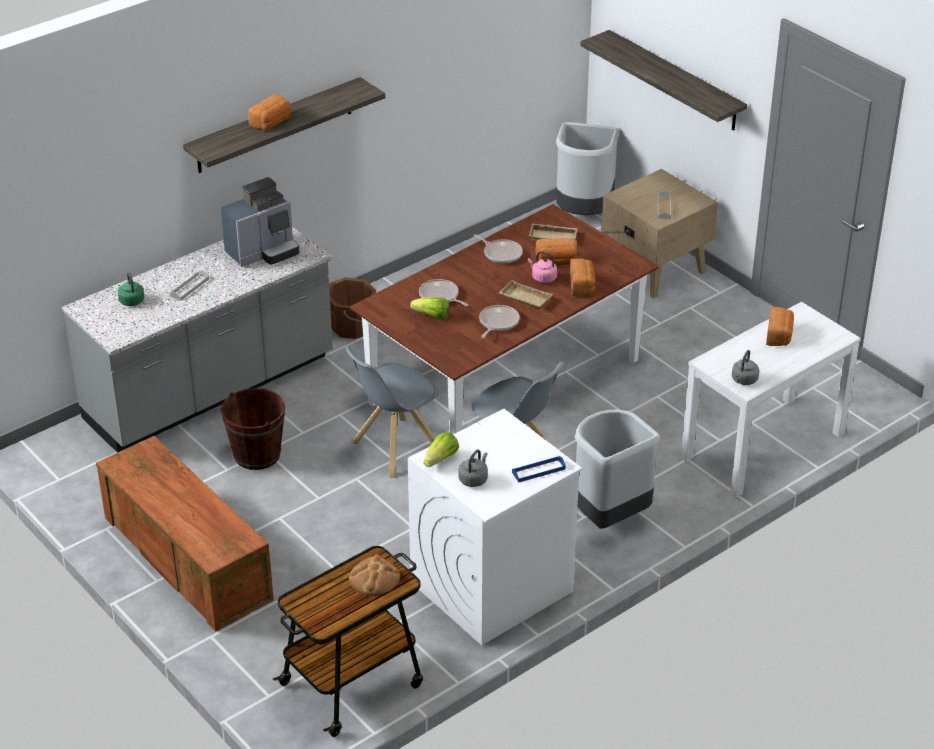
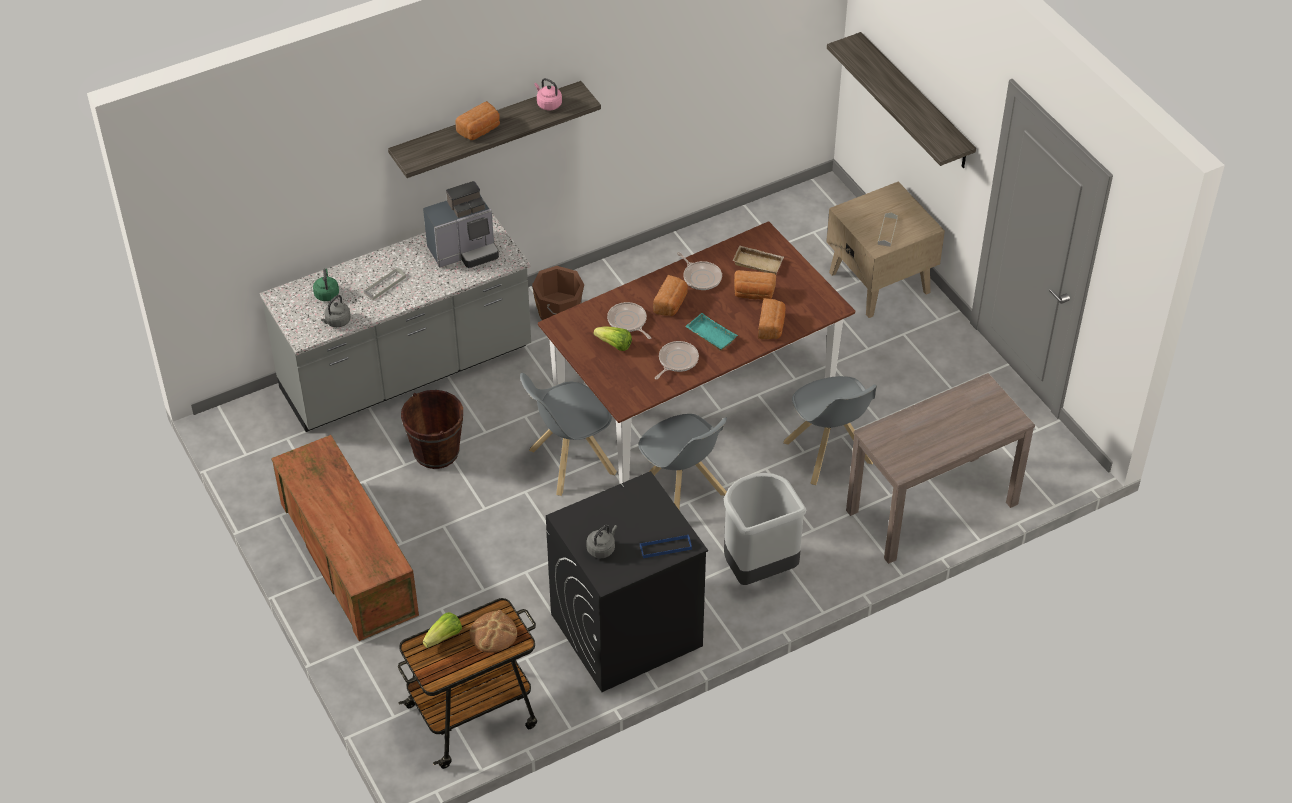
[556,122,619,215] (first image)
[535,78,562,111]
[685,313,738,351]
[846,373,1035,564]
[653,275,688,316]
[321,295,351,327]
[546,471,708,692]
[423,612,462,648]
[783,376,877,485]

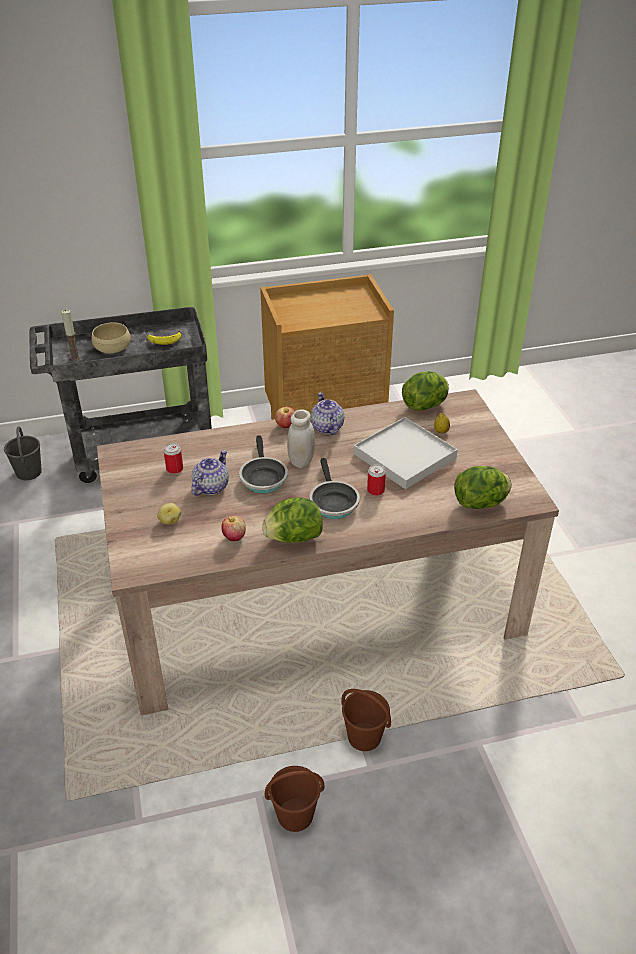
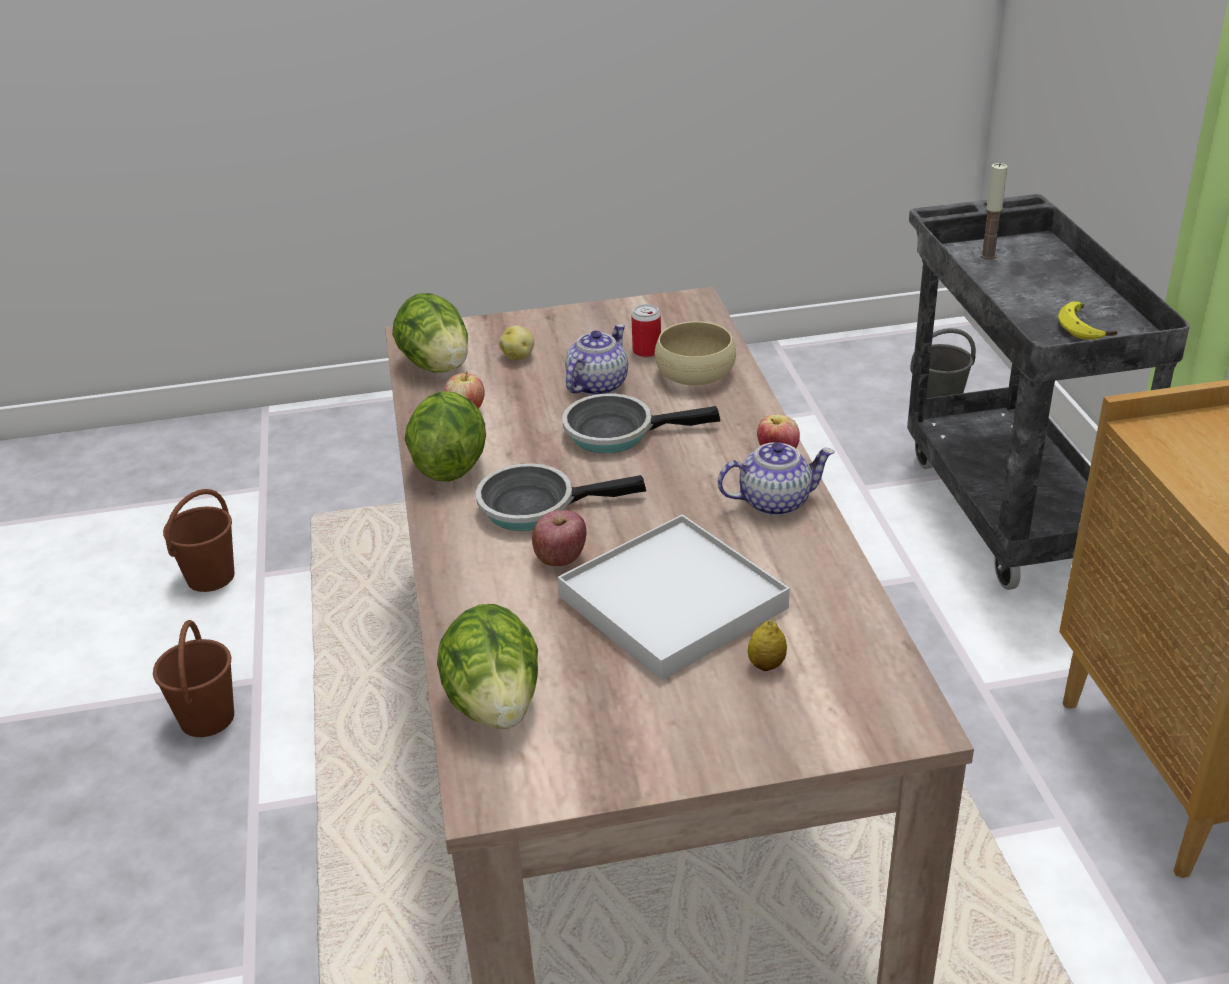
[655,321,736,386]
[392,293,468,373]
[287,409,315,468] (first image)
[565,324,628,396]
[532,510,586,566]
[163,489,235,592]

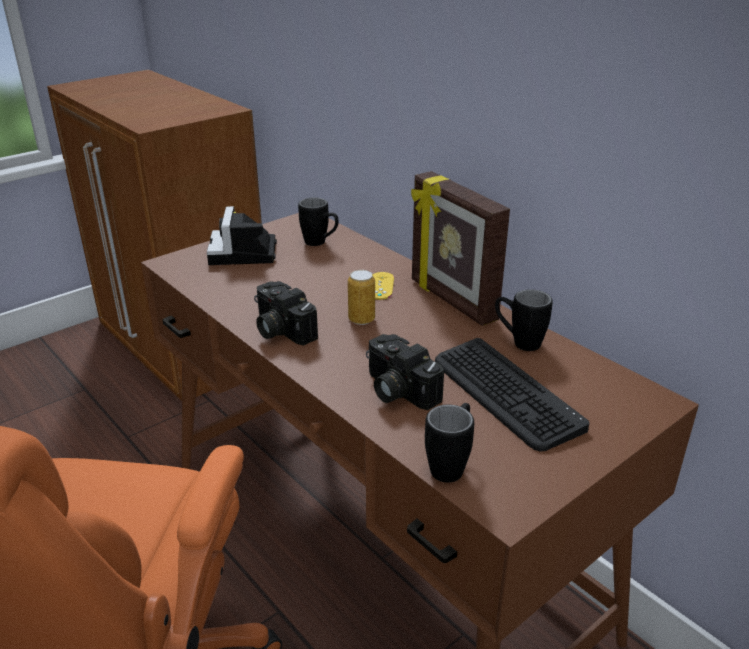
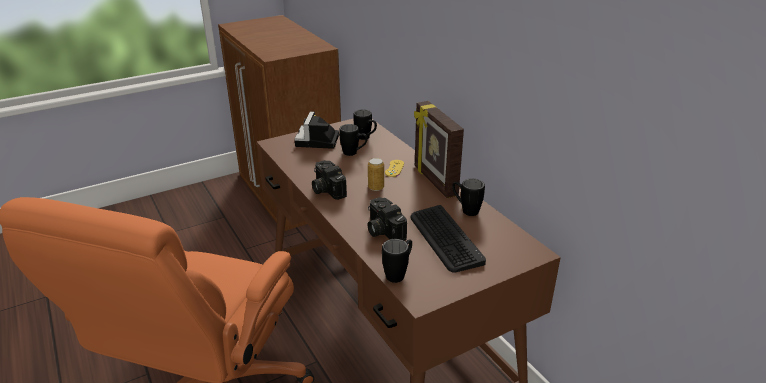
[339,124,368,156]

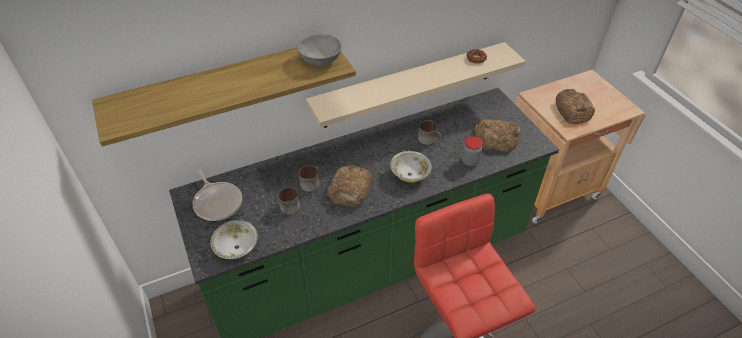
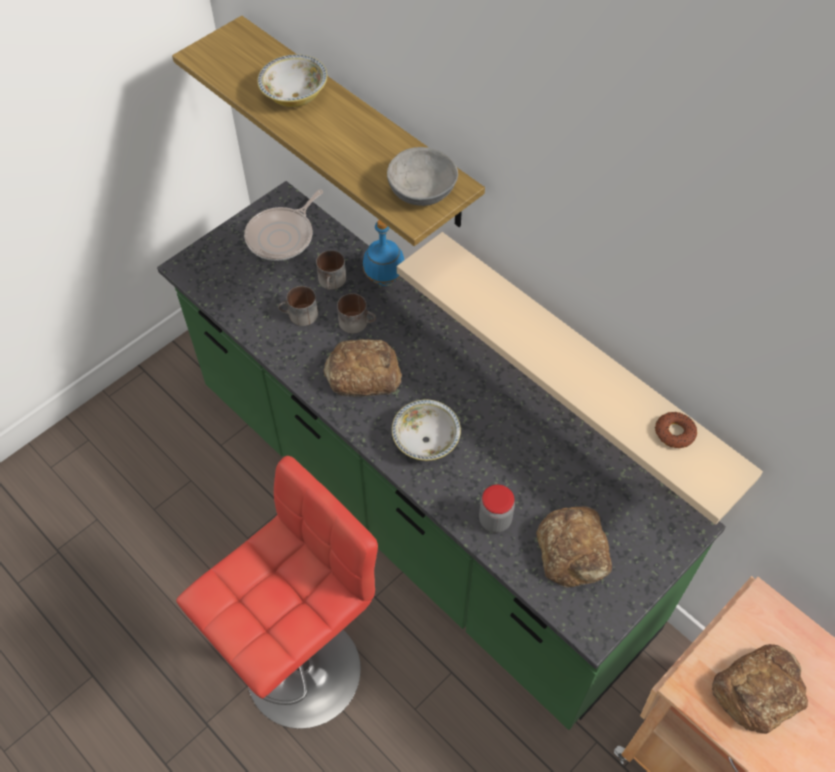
[316,250,346,290]
[257,54,327,107]
[363,220,404,286]

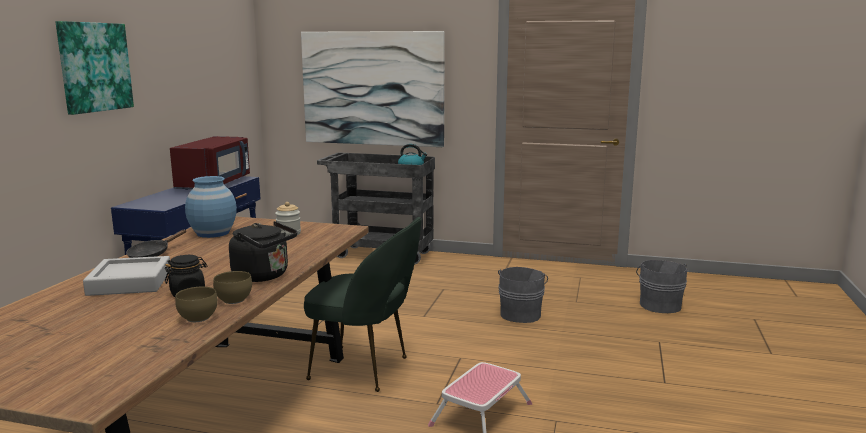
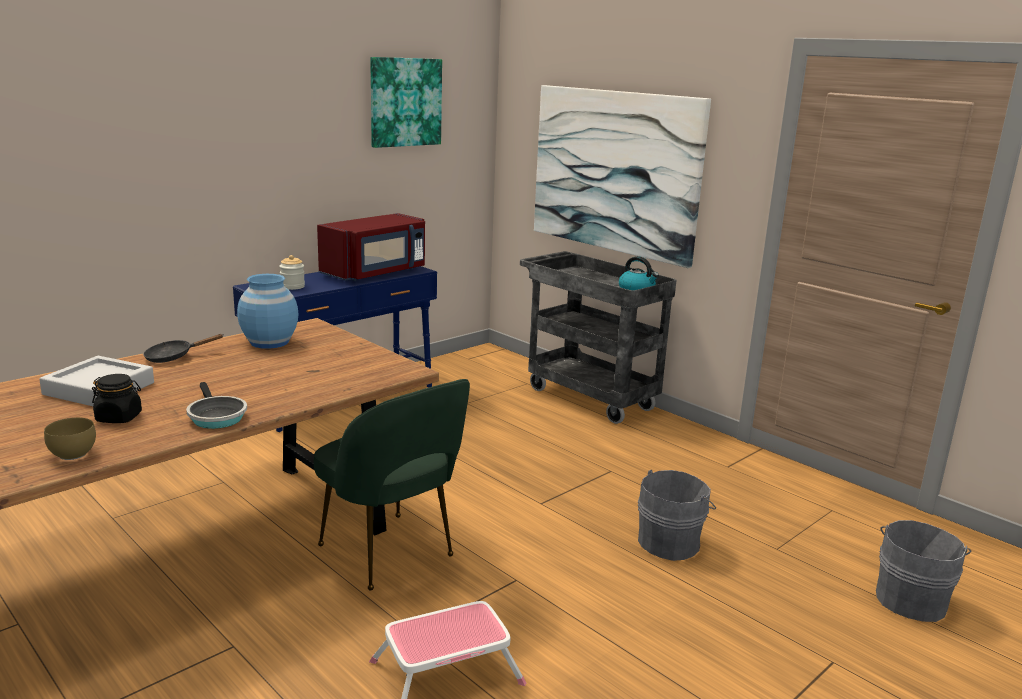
[370,57,442,148]
[279,255,305,290]
[186,382,247,429]
[213,271,252,304] (first image)

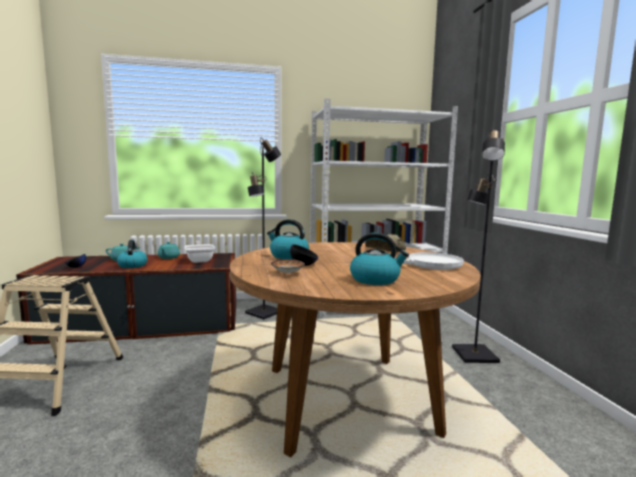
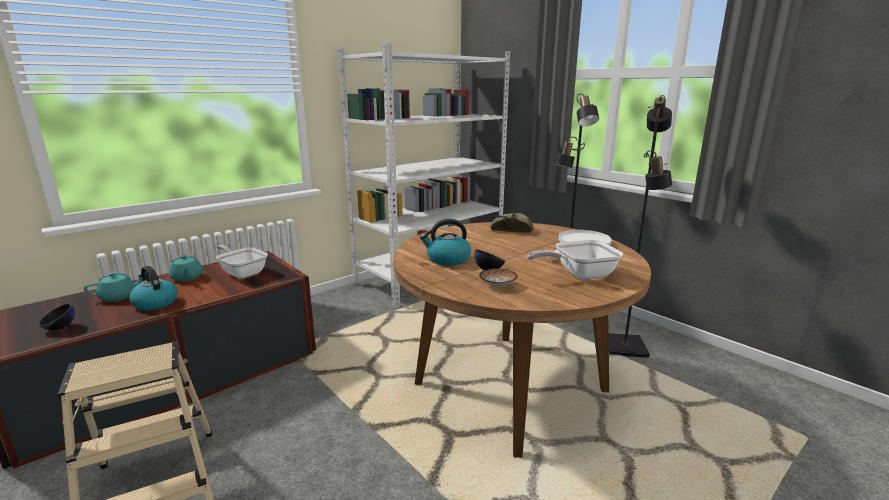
[609,95,672,358]
[527,240,623,280]

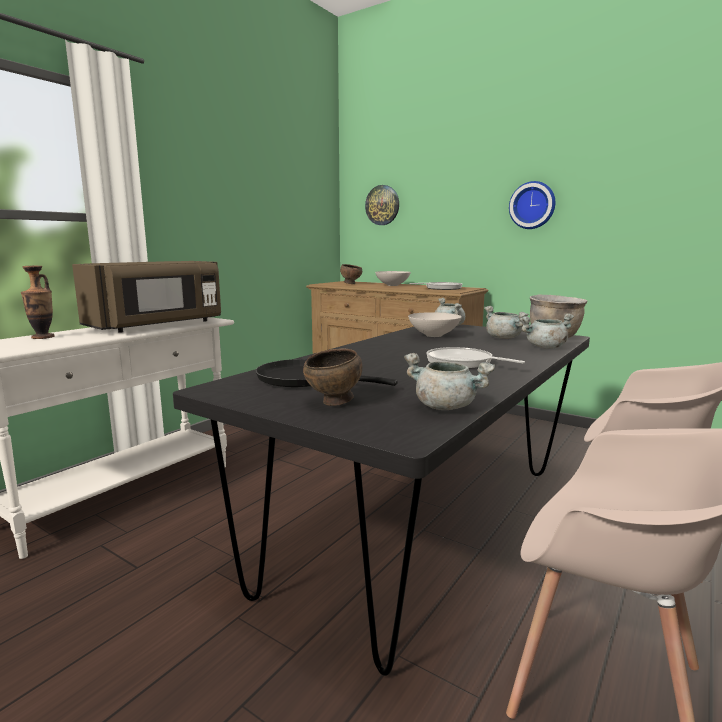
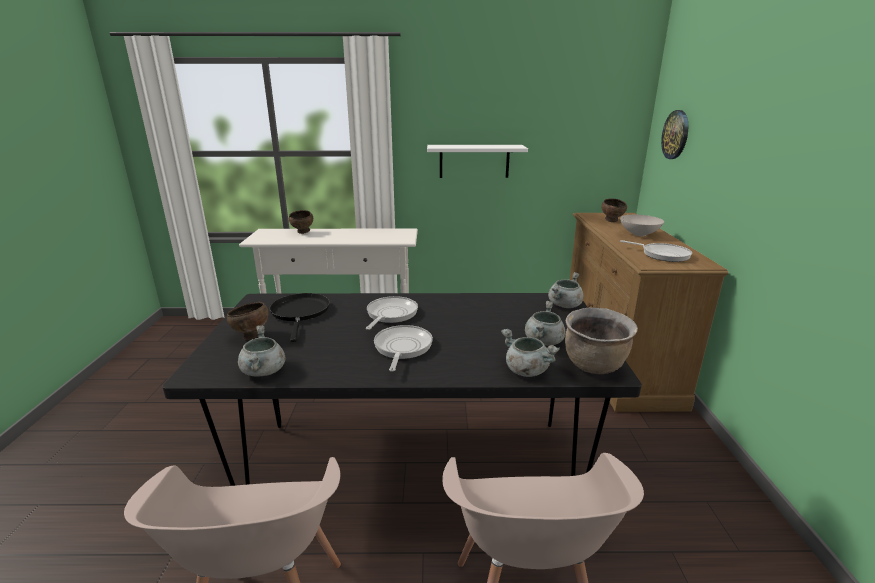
[509,181,555,229] (first image)
[72,261,221,333] (first image)
[289,210,313,234]
[408,312,462,337] (first image)
[427,145,528,178]
[366,296,418,330]

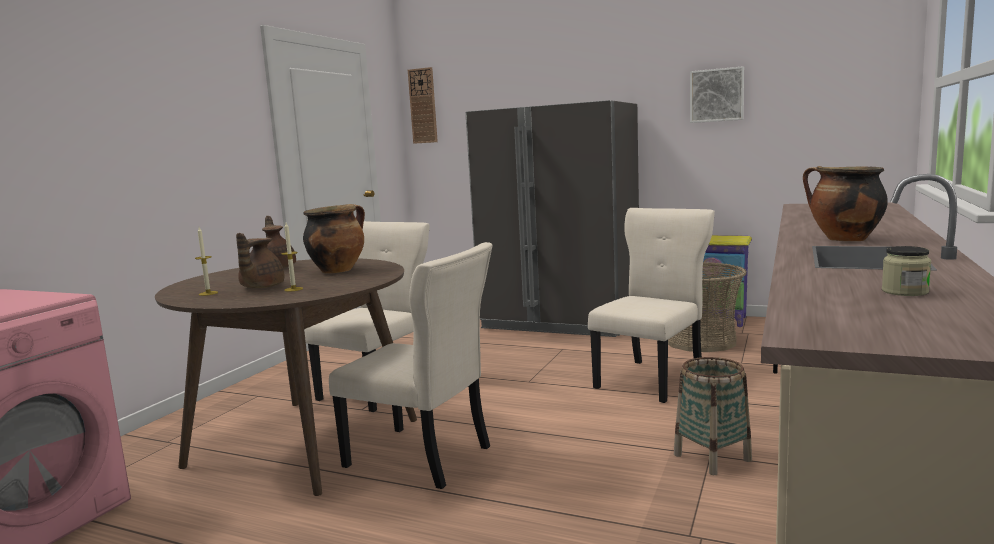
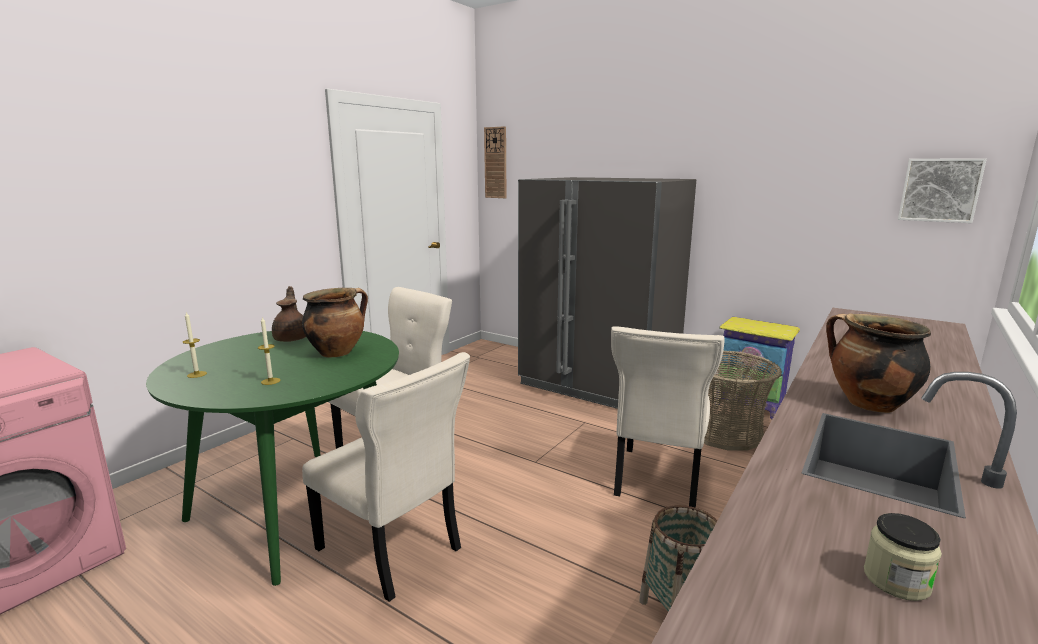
[898,158,987,223]
[611,326,724,508]
[236,233,285,288] (first image)
[146,331,399,586]

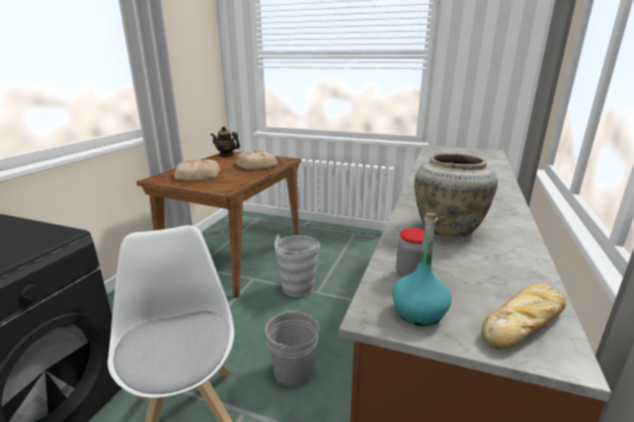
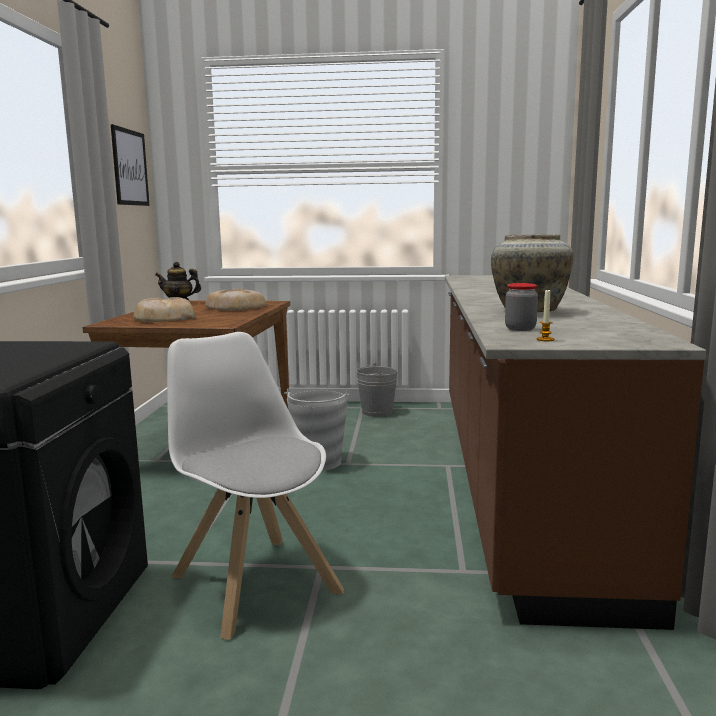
[537,290,554,341]
[482,284,566,350] (first image)
[356,363,398,417]
[111,124,150,206]

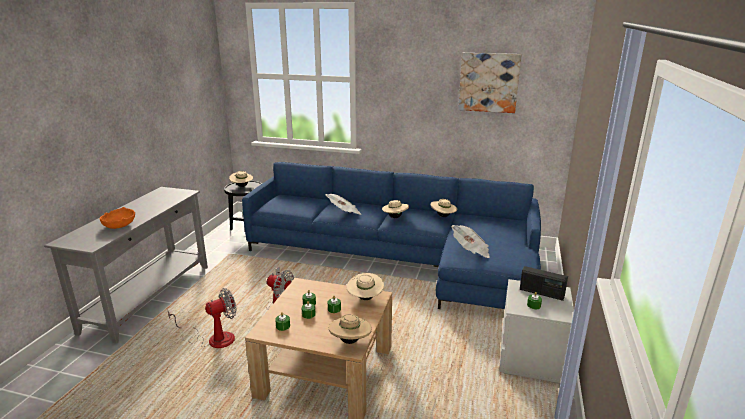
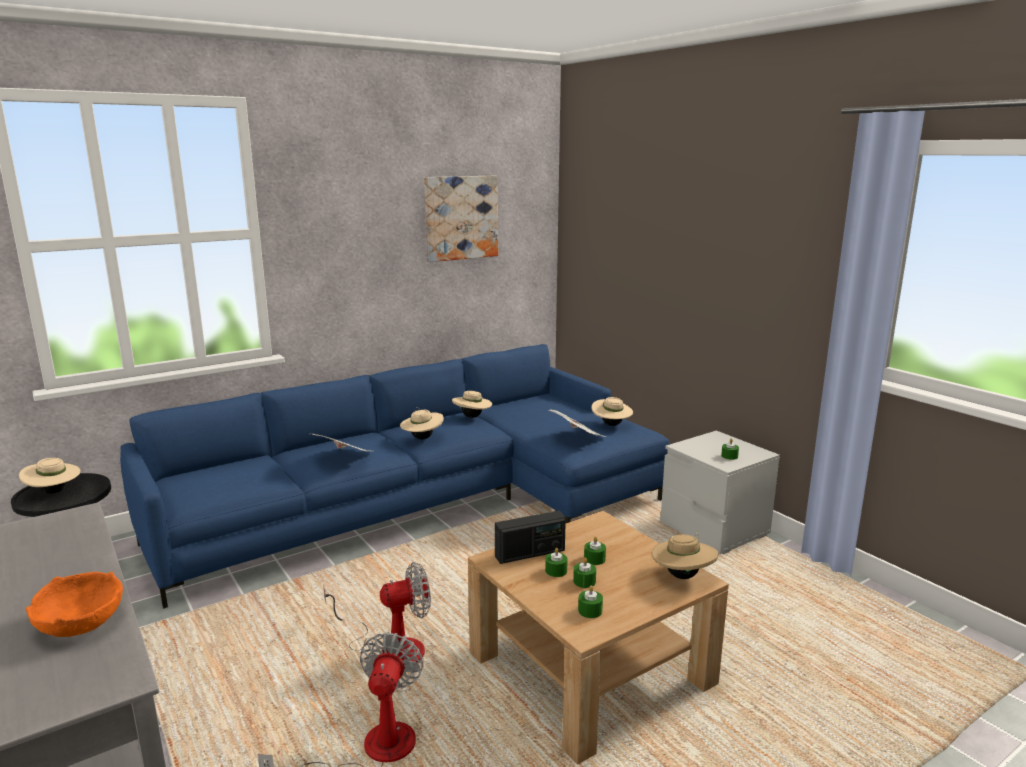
[495,511,566,564]
[592,397,633,426]

